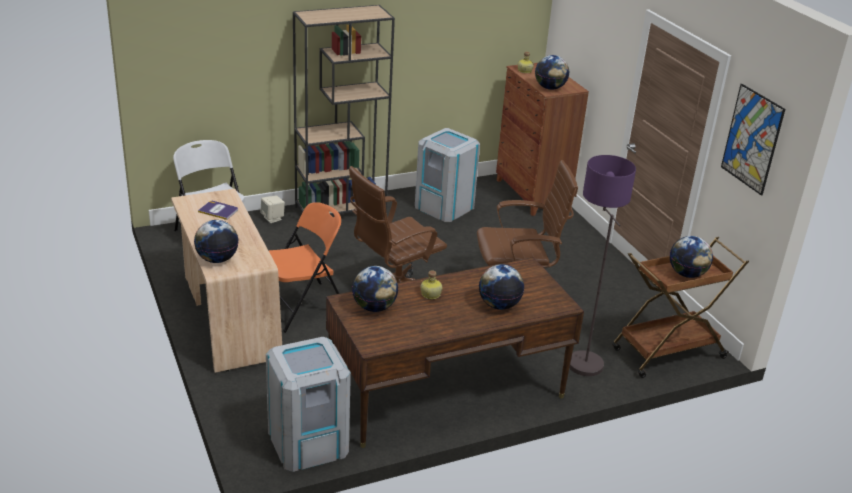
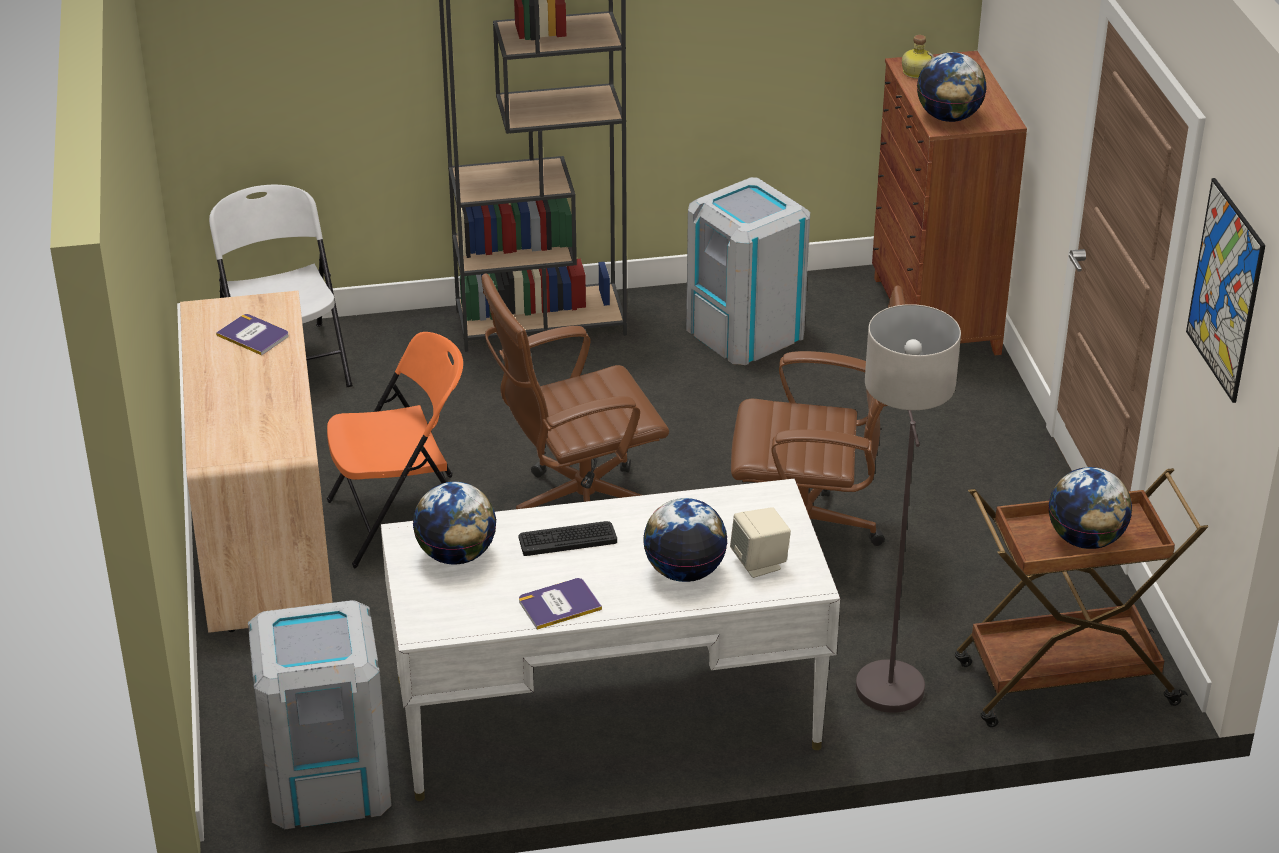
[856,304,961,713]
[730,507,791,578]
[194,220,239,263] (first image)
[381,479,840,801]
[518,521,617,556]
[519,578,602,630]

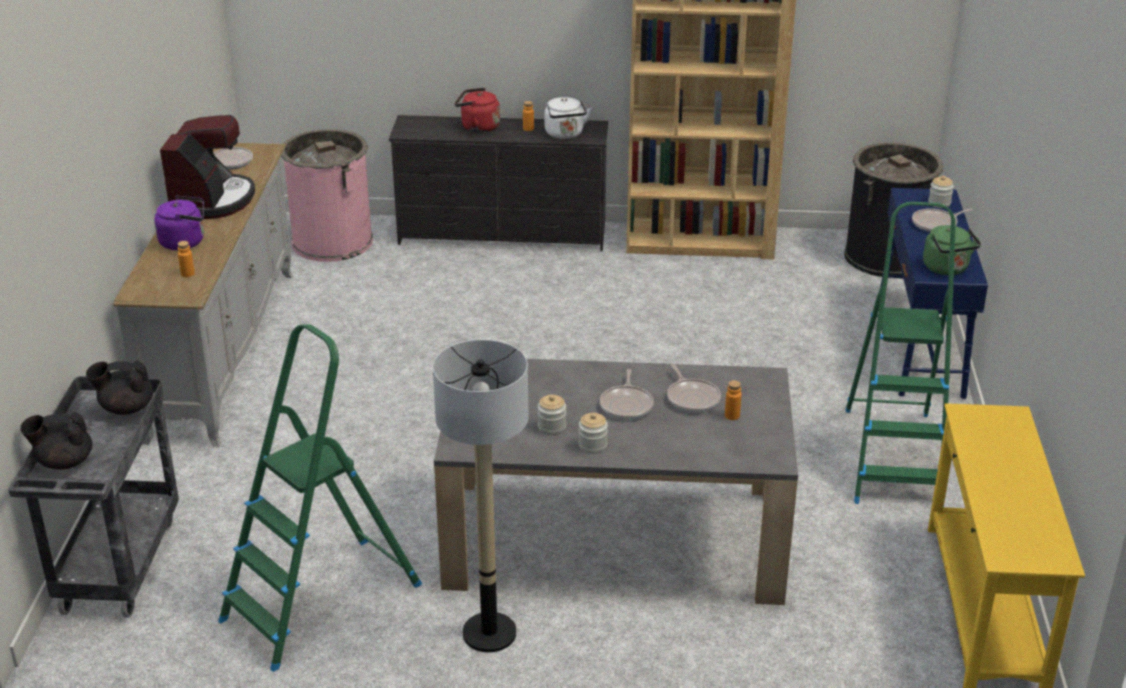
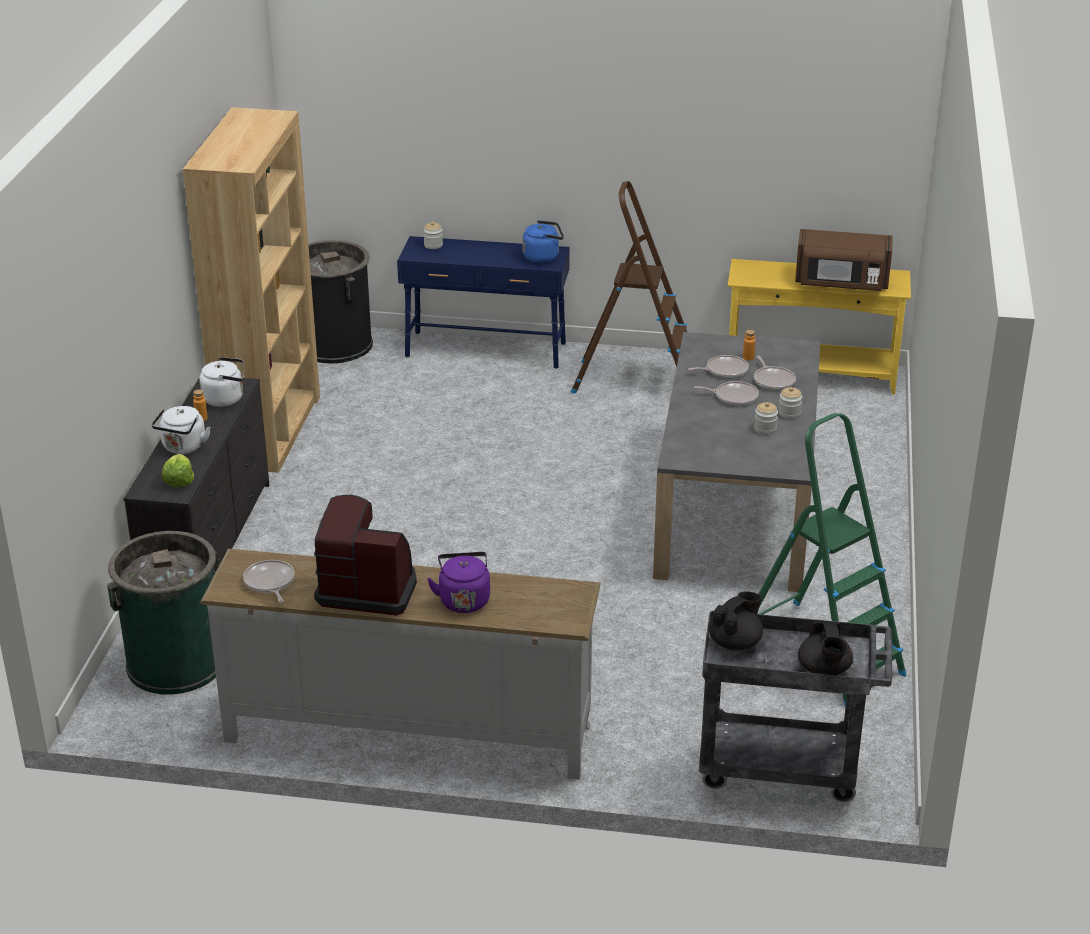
[152,406,211,454]
[107,531,219,695]
[571,181,687,393]
[754,356,796,390]
[522,220,564,263]
[178,241,195,277] (first image)
[433,340,529,652] (first image)
[709,591,763,650]
[795,229,893,291]
[161,454,194,487]

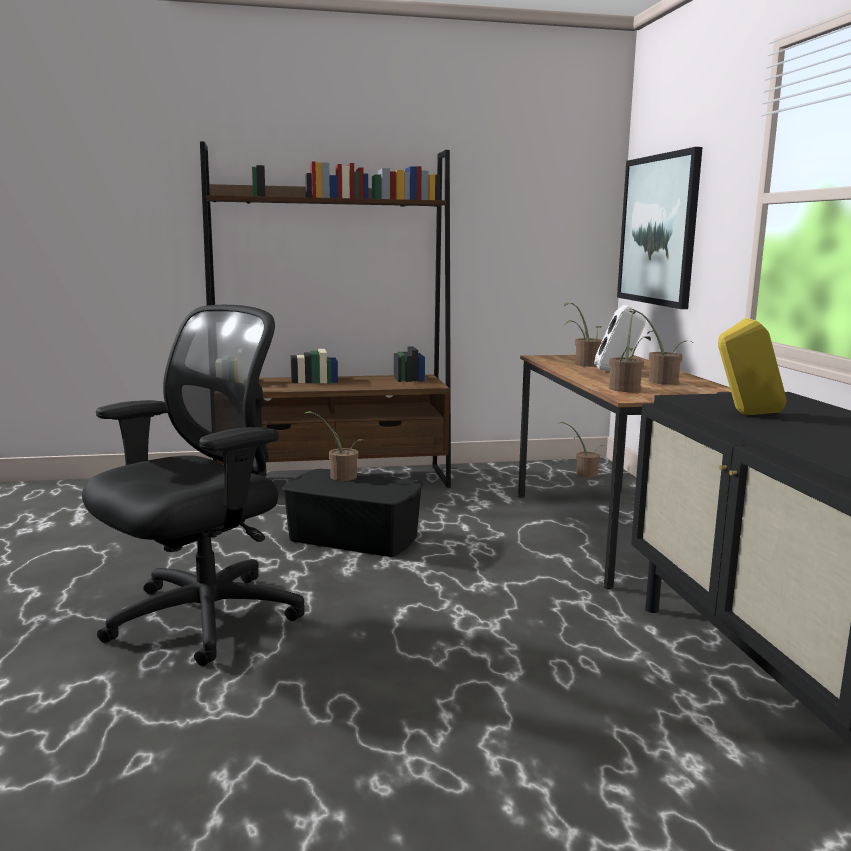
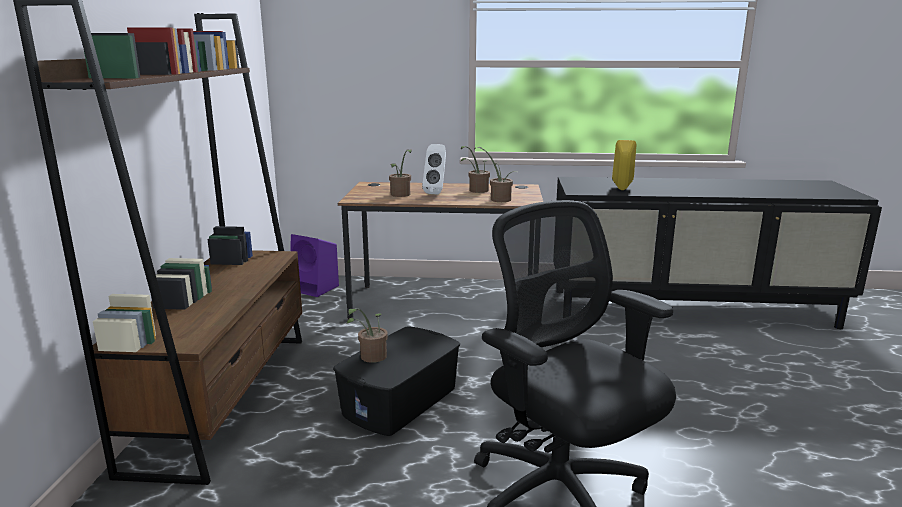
[617,147,703,309] (first image)
[291,234,339,297]

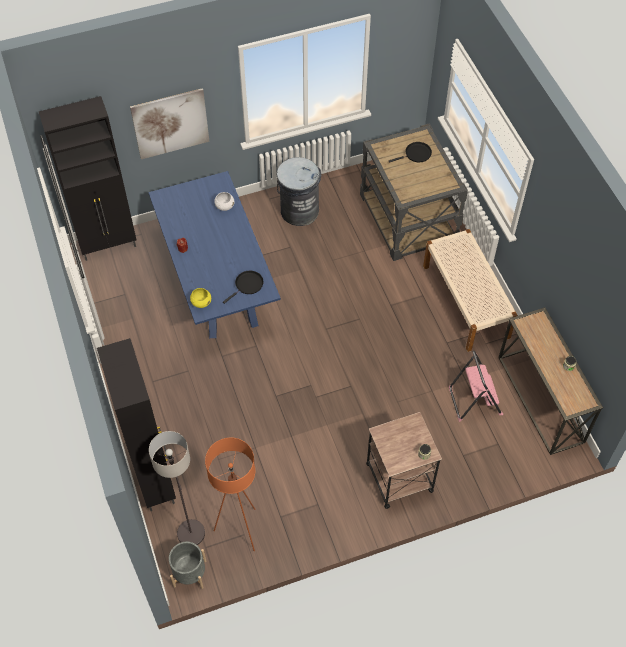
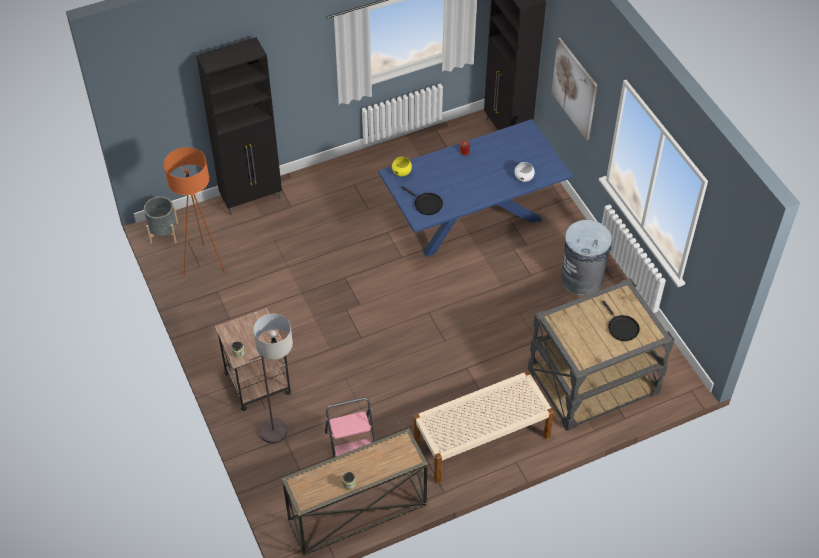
[249,314,293,444]

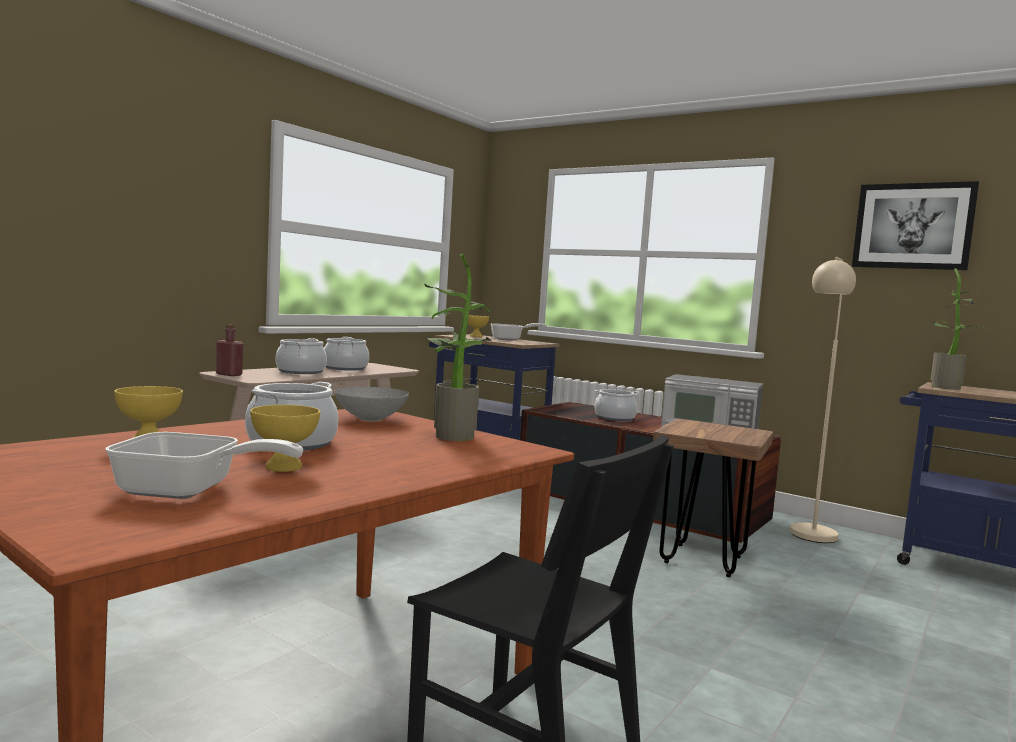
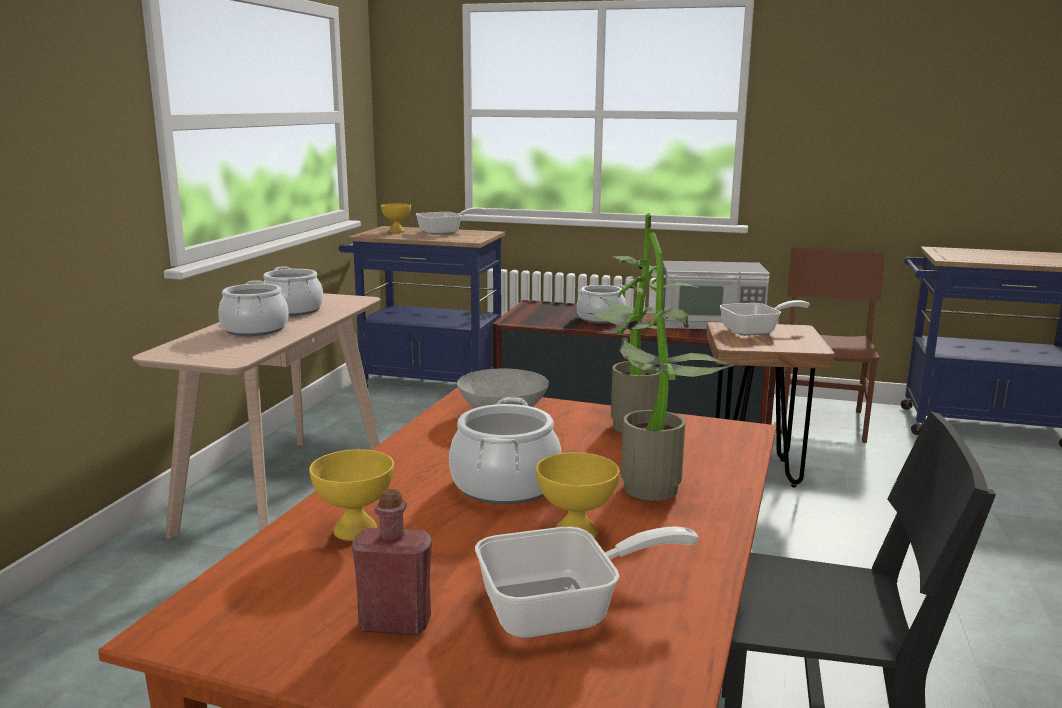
[852,181,979,270] (first image)
[781,247,885,443]
[619,232,734,501]
[352,489,432,635]
[719,300,810,336]

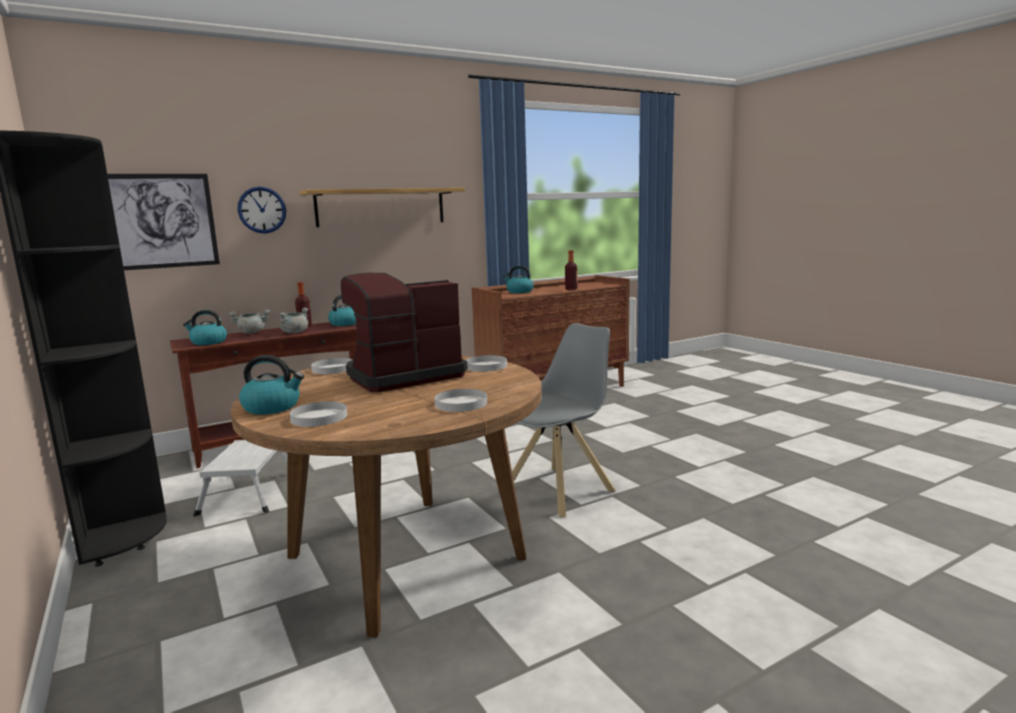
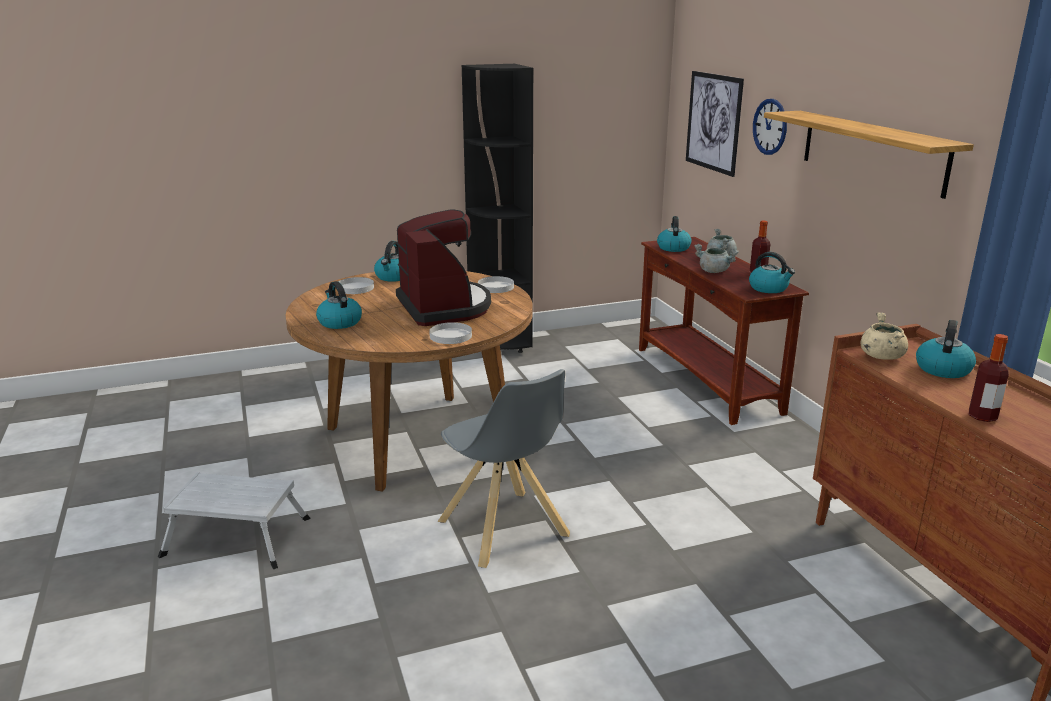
[316,281,362,329]
[158,472,311,569]
[861,312,908,360]

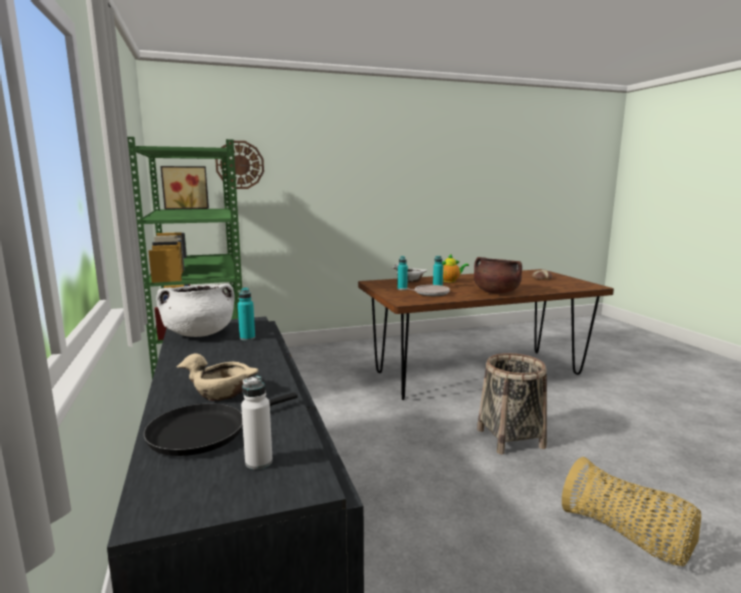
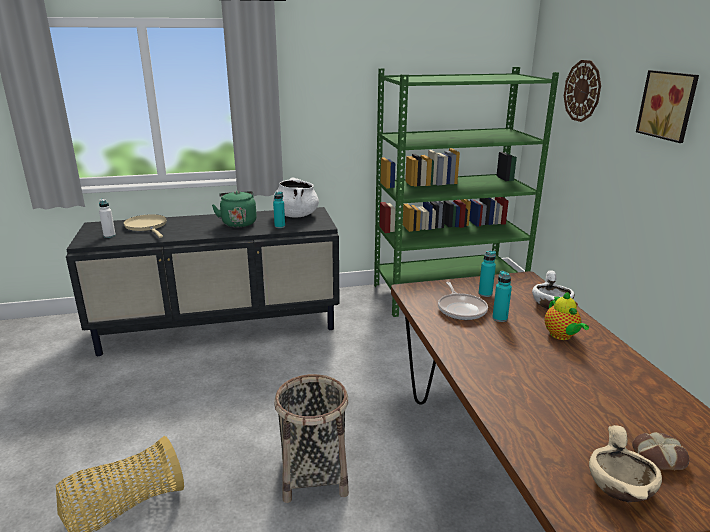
[636,70,699,143]
[474,257,522,294] (first image)
[589,425,662,502]
[123,214,167,238]
[212,191,257,227]

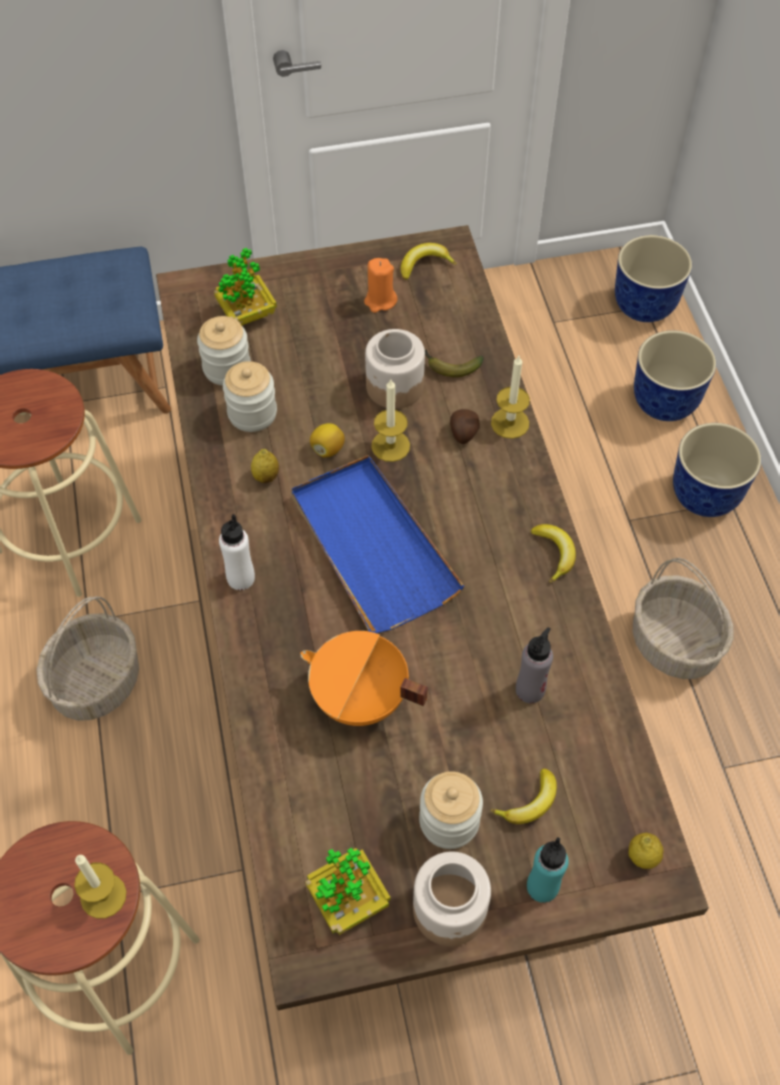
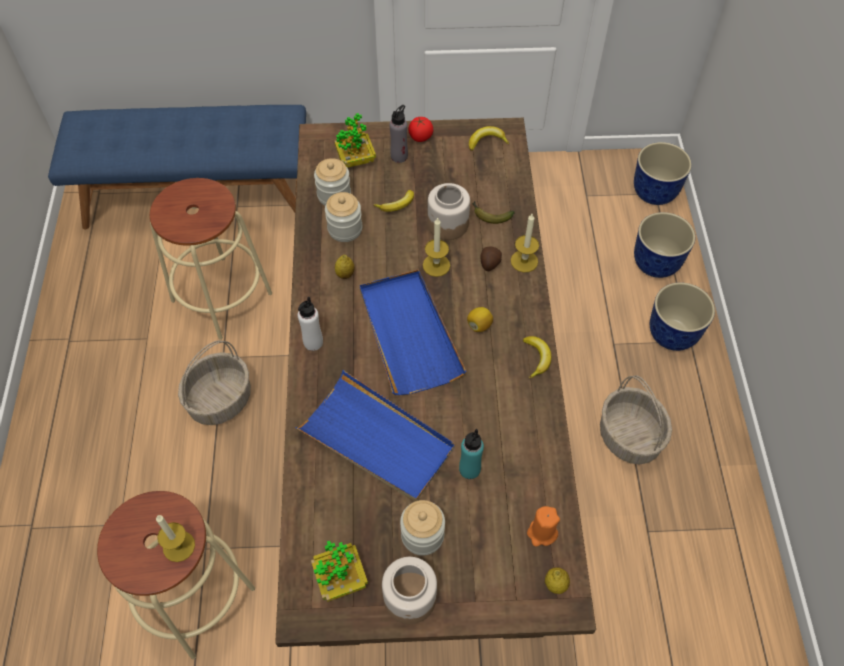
[527,506,560,547]
[467,307,493,332]
[389,105,408,163]
[296,370,455,502]
[373,190,414,212]
[459,429,484,479]
[408,117,433,142]

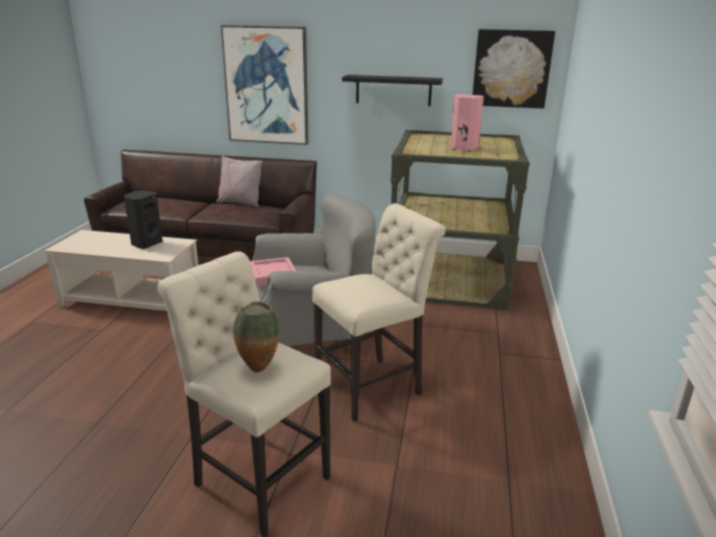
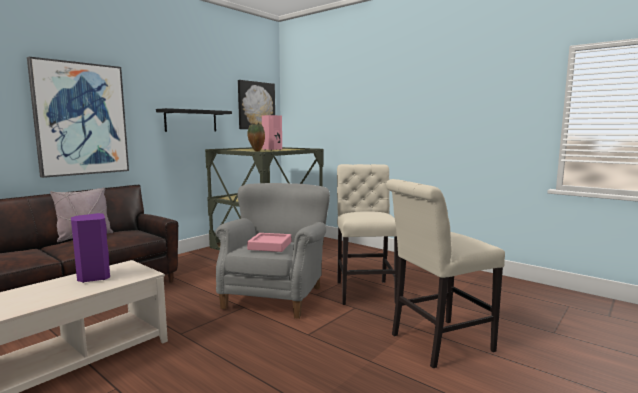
[71,213,110,283]
[247,124,265,151]

